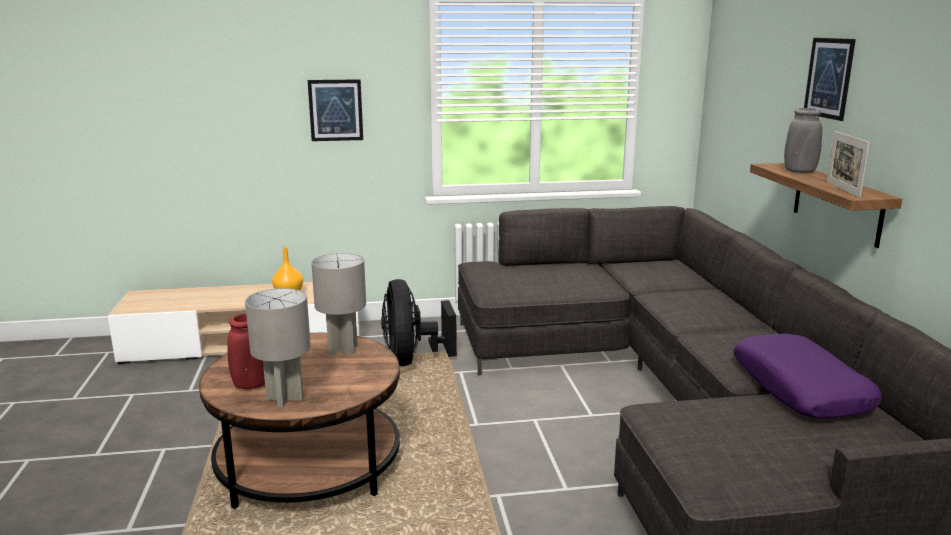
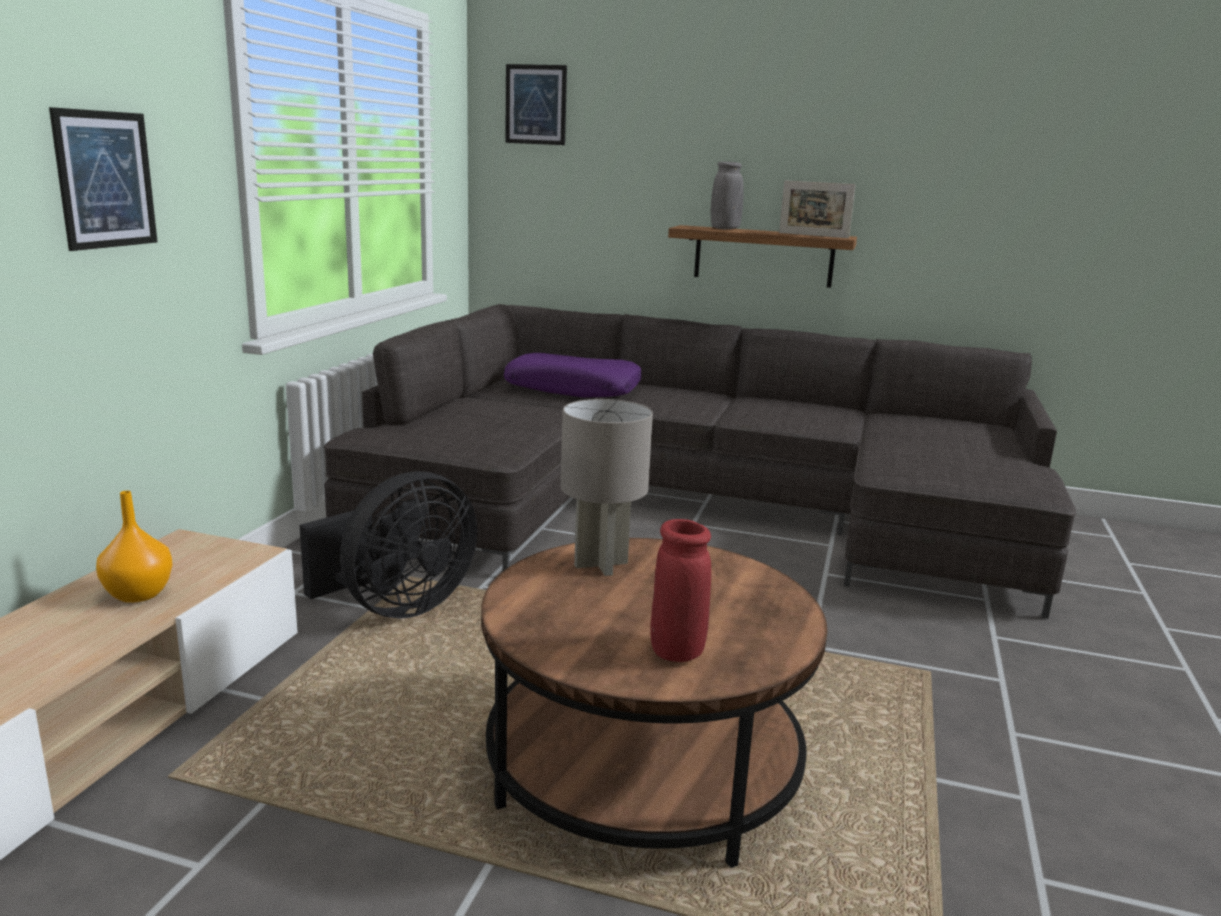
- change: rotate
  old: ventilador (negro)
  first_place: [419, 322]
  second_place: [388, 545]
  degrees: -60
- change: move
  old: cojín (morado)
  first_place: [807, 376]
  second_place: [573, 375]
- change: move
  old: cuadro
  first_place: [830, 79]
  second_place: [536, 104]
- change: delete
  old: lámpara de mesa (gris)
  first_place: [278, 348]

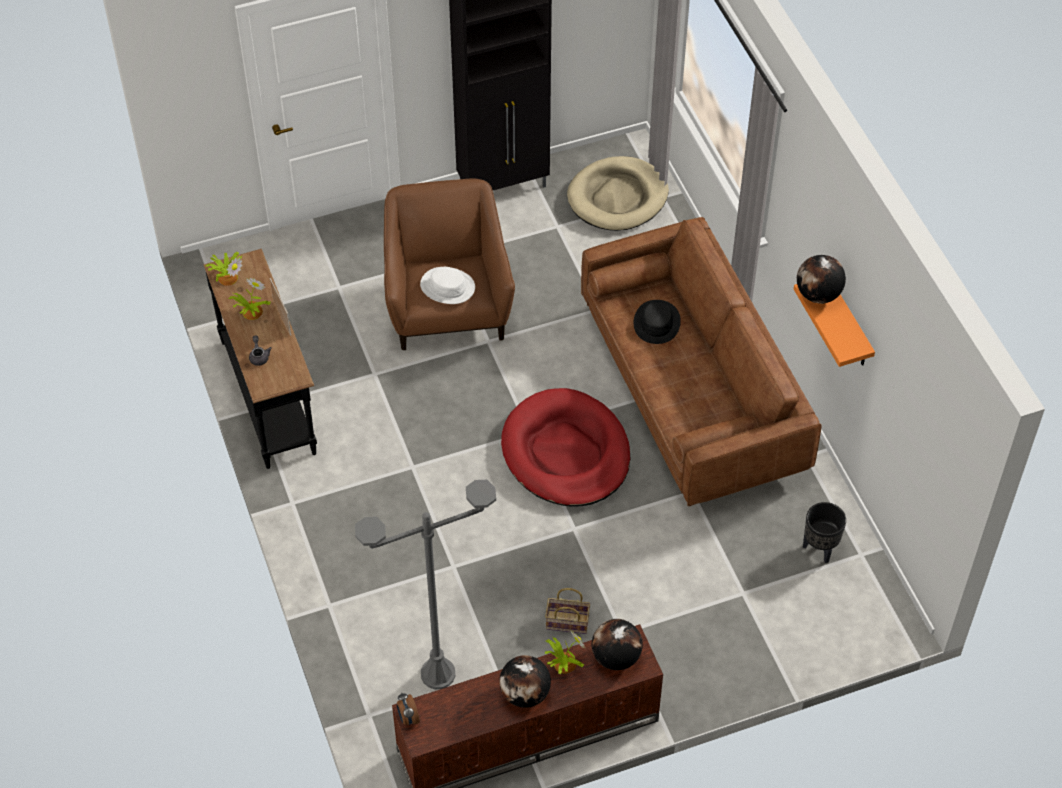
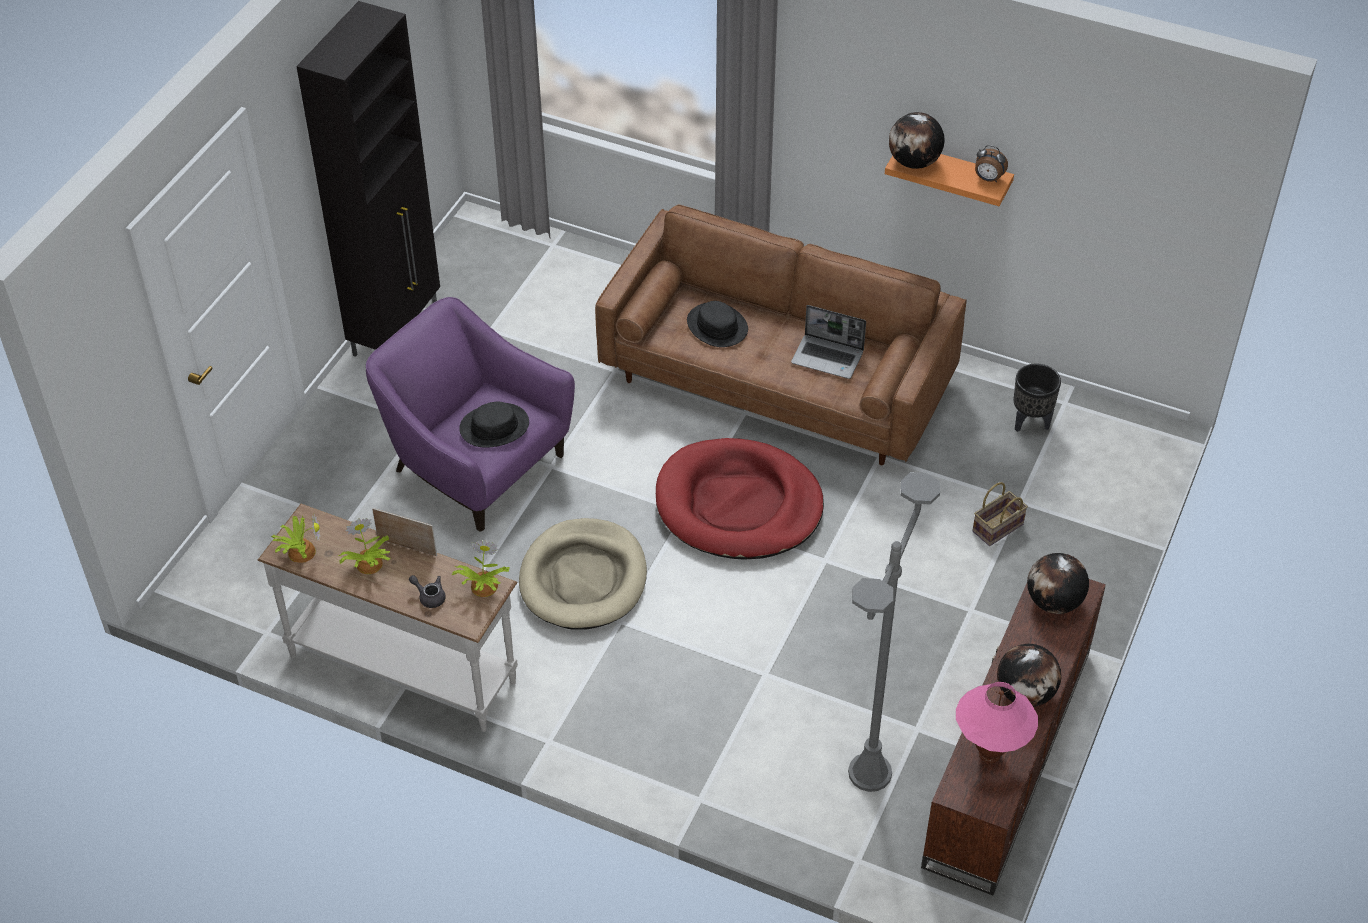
- change: recolor
  old: mesa consola (negro)
  new: mesa consola (blanco)
  first_place: [260, 359]
  second_place: [388, 618]
- change: recolor
  old: sillón (marrón)
  new: sillón (morado)
  first_place: [449, 264]
  second_place: [470, 414]
- change: move
  old: planta en maceta
  first_place: [565, 652]
  second_place: [480, 568]
- change: recolor
  old: sombrero (blanco)
  new: sombrero (negro)
  first_place: [447, 285]
  second_place: [494, 425]
- change: move
  old: cama para perro (beis)
  first_place: [618, 193]
  second_place: [583, 574]
- change: insert
  new: portátil
  second_place: [828, 342]
- change: insert
  new: lámpara de mesa (rosa)
  second_place: [997, 722]
- change: move
  old: cesta
  first_place: [567, 611]
  second_place: [1000, 514]
- change: move
  old: despertador
  first_place: [408, 709]
  second_place: [991, 163]

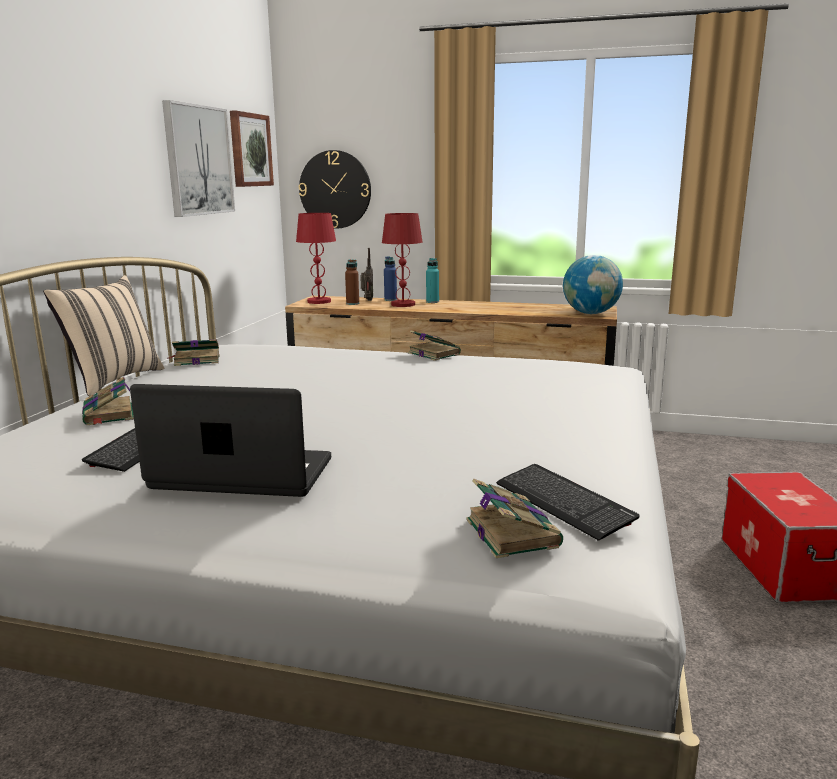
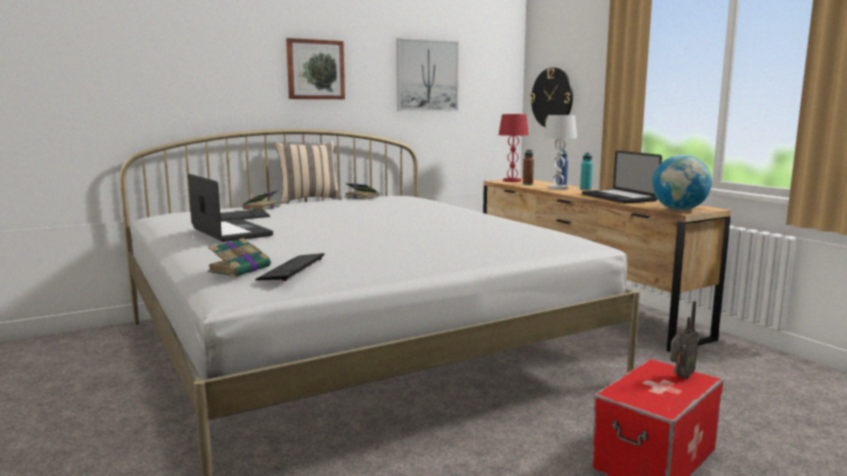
- change: move
  old: cuadro
  first_place: [252, 148]
  second_place: [315, 68]
- change: recolor
  old: lámpara de mesa (rojo)
  new: lámpara de mesa (blanco)
  first_place: [402, 260]
  second_place: [560, 152]
- change: insert
  new: portátil
  second_place: [622, 177]
- change: move
  old: radio
  first_place: [366, 274]
  second_place: [684, 340]
- change: delete
  old: libro
  first_place: [434, 345]

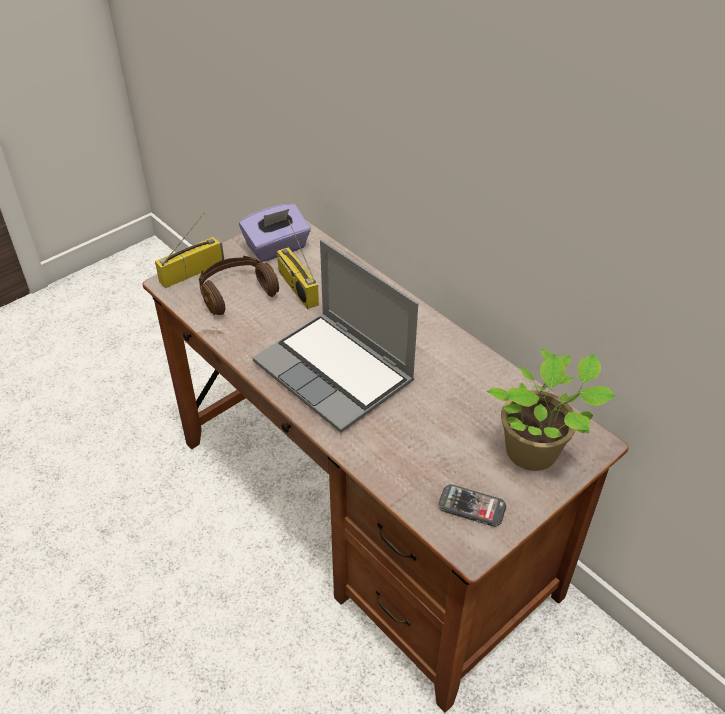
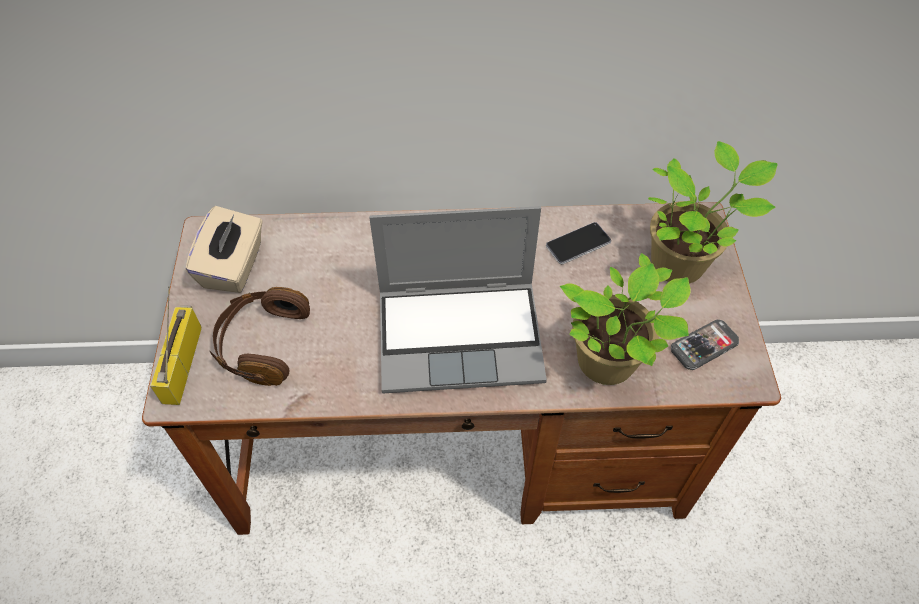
- change: recolor
  old: caja de pañuelos (morado)
  new: caja de pañuelos (beis)
  first_place: [275, 233]
  second_place: [224, 249]
- change: insert
  new: móvil
  second_place: [578, 243]
- change: insert
  new: planta en maceta
  second_place: [625, 319]
- change: delete
  old: radio
  first_place: [298, 264]

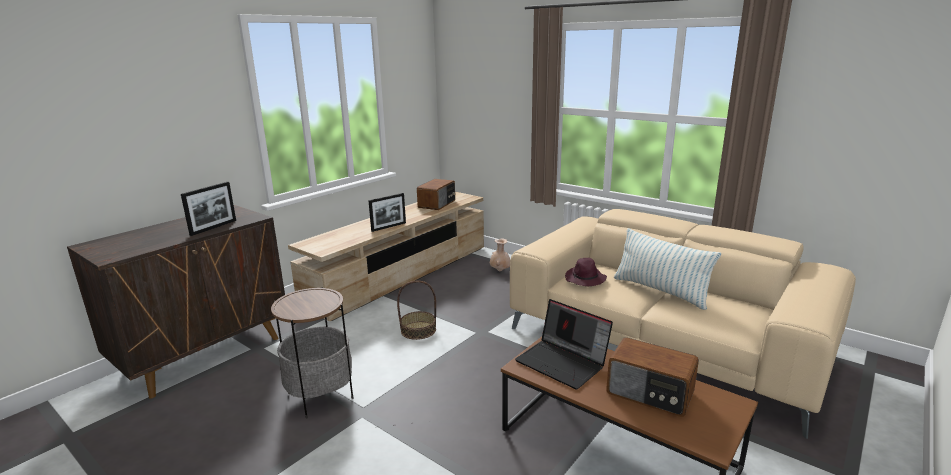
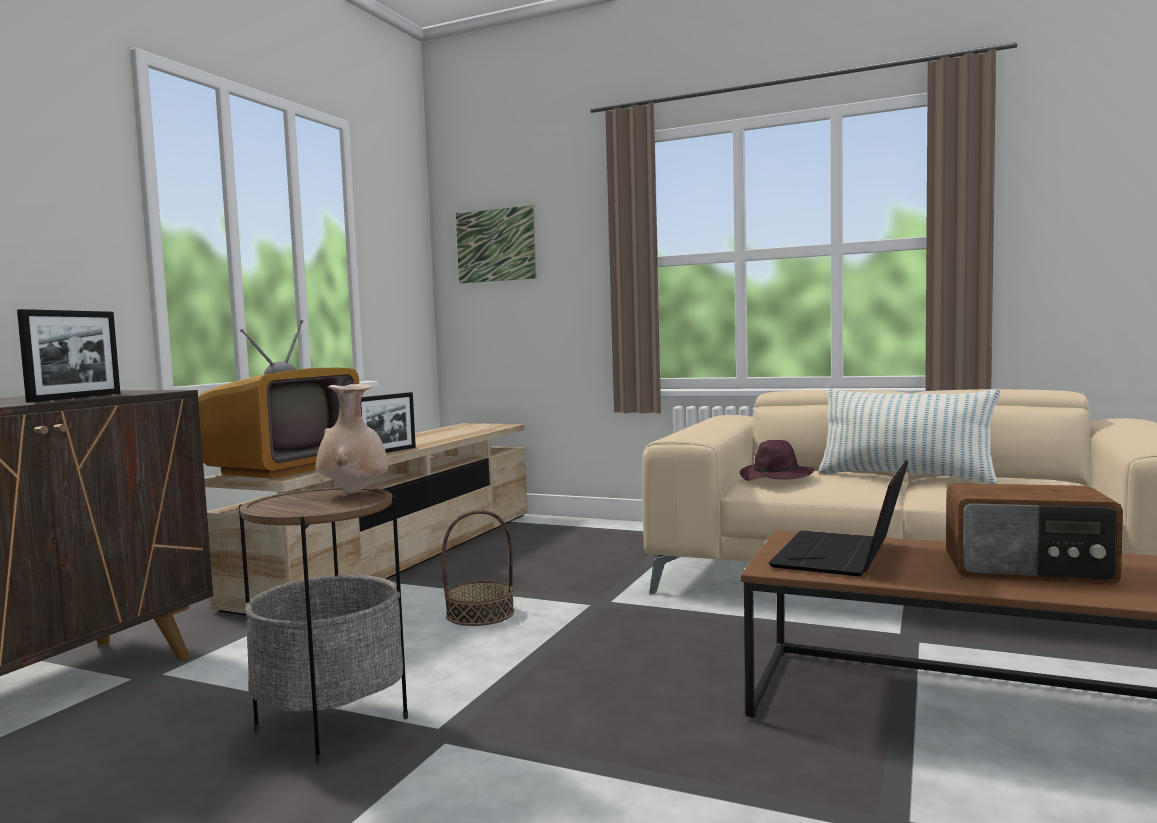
- change: insert
  new: televisor
  second_place: [279, 399]
- change: move
  old: florero (beis)
  first_place: [500, 254]
  second_place: [352, 439]
- change: insert
  new: cuadro
  second_place: [496, 244]
- change: rotate
  old: portátil
  first_place: [564, 344]
  second_place: [838, 518]
  degrees: 90
- change: delete
  old: radio
  first_place: [436, 194]

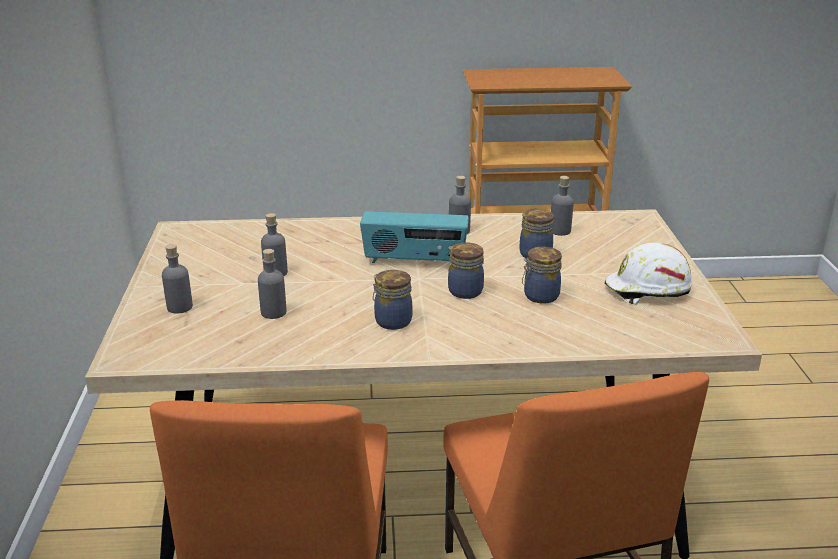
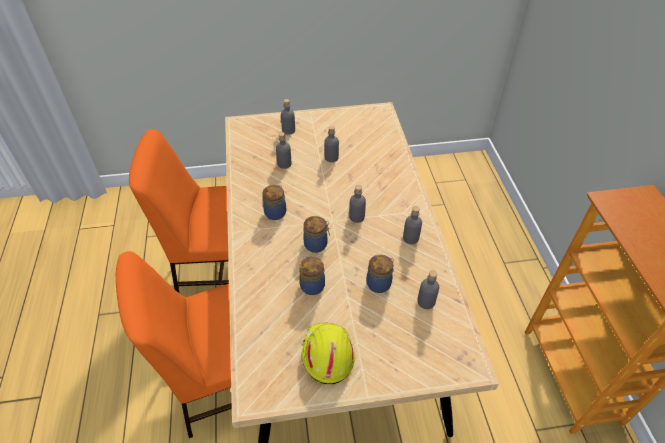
- change: recolor
  old: casco (blanco)
  new: casco (amarillo)
  first_place: [648, 273]
  second_place: [328, 353]
- change: replace
  old: radio
  new: botella (gris)
  first_place: [414, 237]
  second_place: [357, 204]

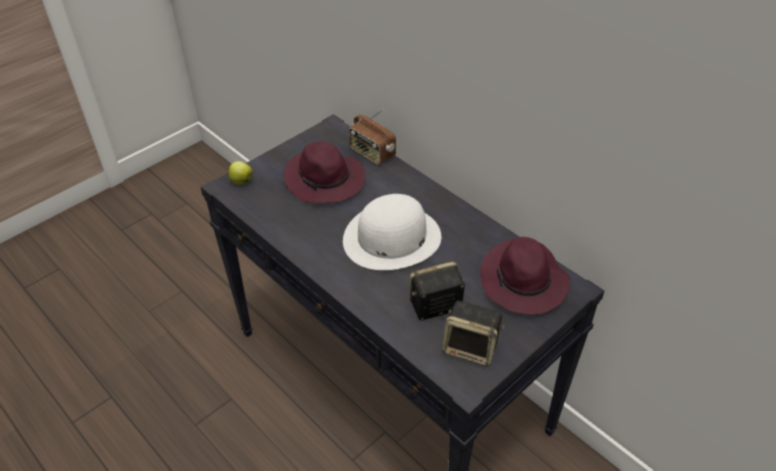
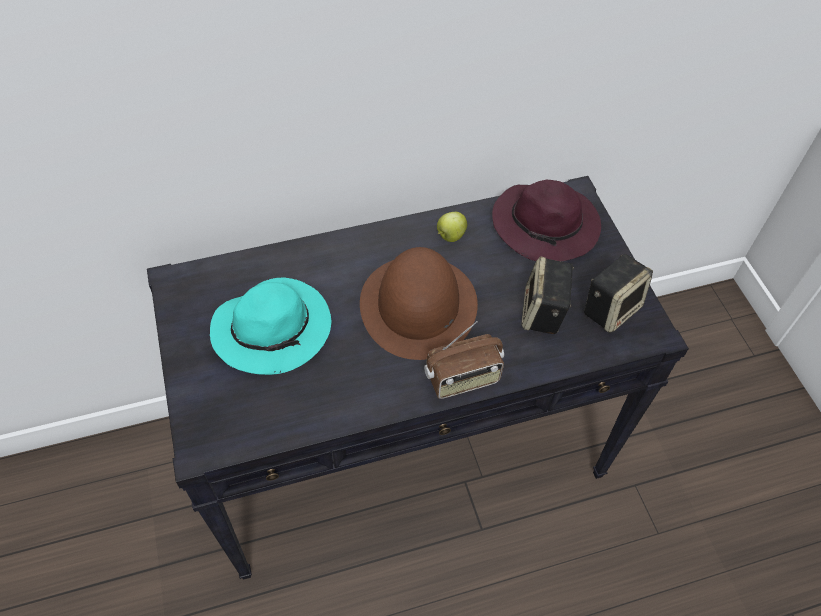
- change: recolor
  old: sombrero (morado)
  new: sombrero (turquesa)
  first_place: [324, 172]
  second_place: [271, 326]
- change: recolor
  old: sombrero (blanco)
  new: sombrero (marrón)
  first_place: [392, 232]
  second_place: [419, 303]
- change: move
  old: radio
  first_place: [372, 137]
  second_place: [464, 360]
- change: move
  old: manzana
  first_place: [241, 172]
  second_place: [452, 227]

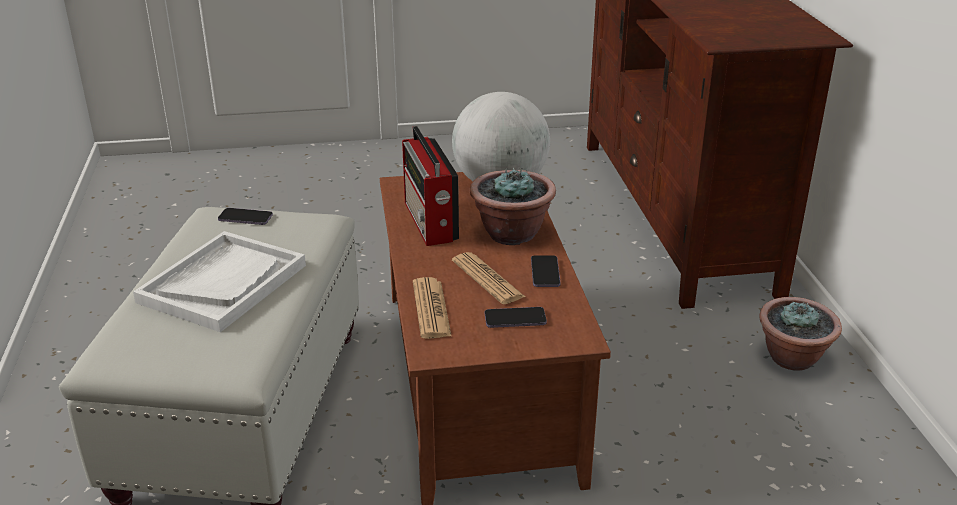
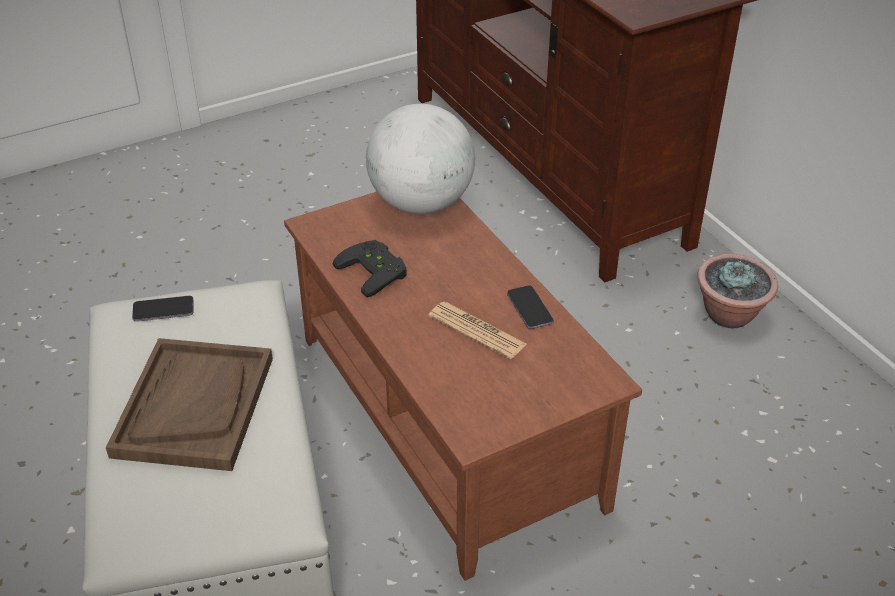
- change: recolor
  old: bandeja (blanco)
  new: bandeja (marrón)
  first_place: [219, 281]
  second_place: [189, 404]
- change: replace
  old: radio
  new: mando de consola (negro)
  first_place: [430, 186]
  second_place: [370, 268]
- change: delete
  old: periódico
  first_place: [432, 308]
- change: delete
  old: planta en maceta
  first_place: [513, 206]
- change: delete
  old: móvil
  first_place: [516, 317]

